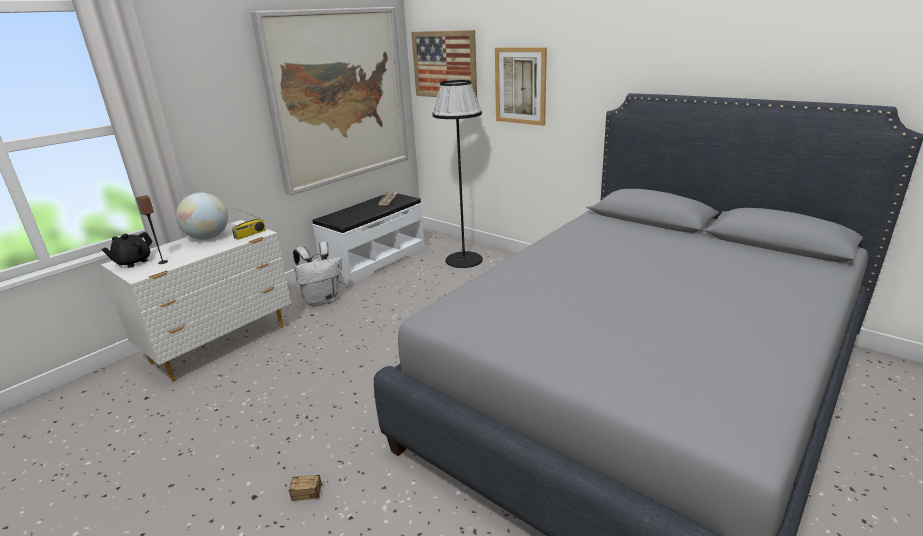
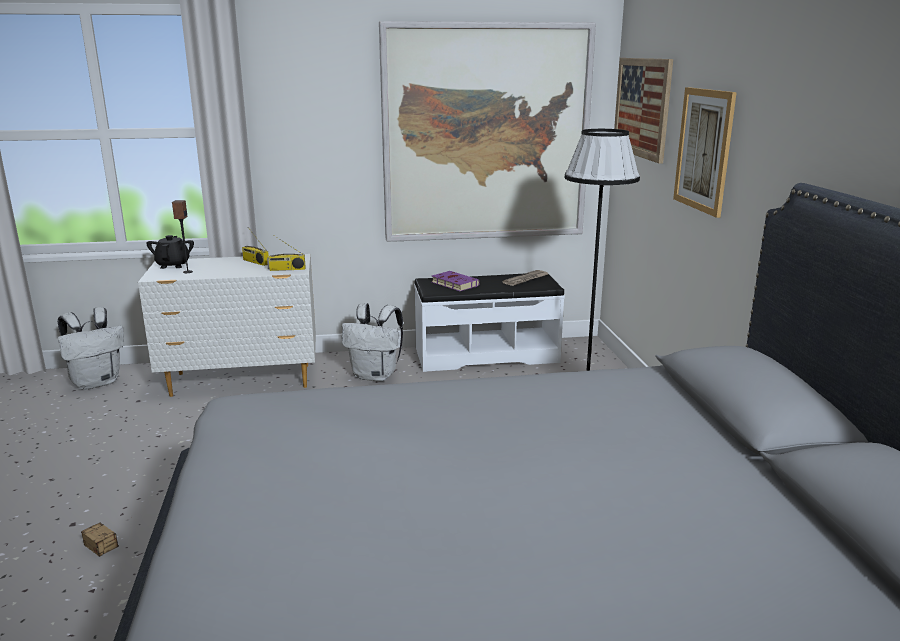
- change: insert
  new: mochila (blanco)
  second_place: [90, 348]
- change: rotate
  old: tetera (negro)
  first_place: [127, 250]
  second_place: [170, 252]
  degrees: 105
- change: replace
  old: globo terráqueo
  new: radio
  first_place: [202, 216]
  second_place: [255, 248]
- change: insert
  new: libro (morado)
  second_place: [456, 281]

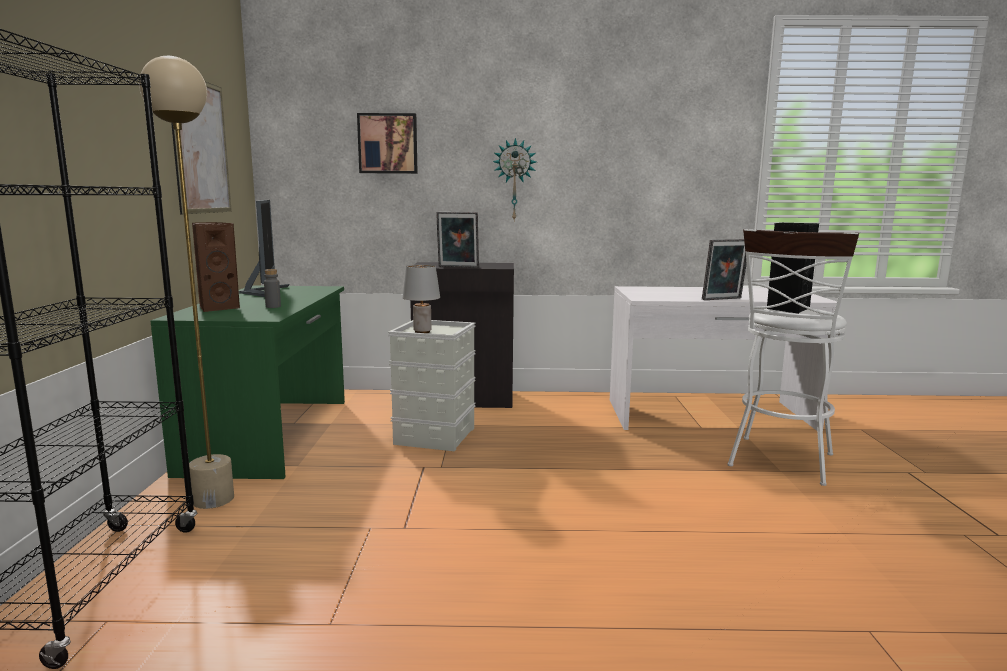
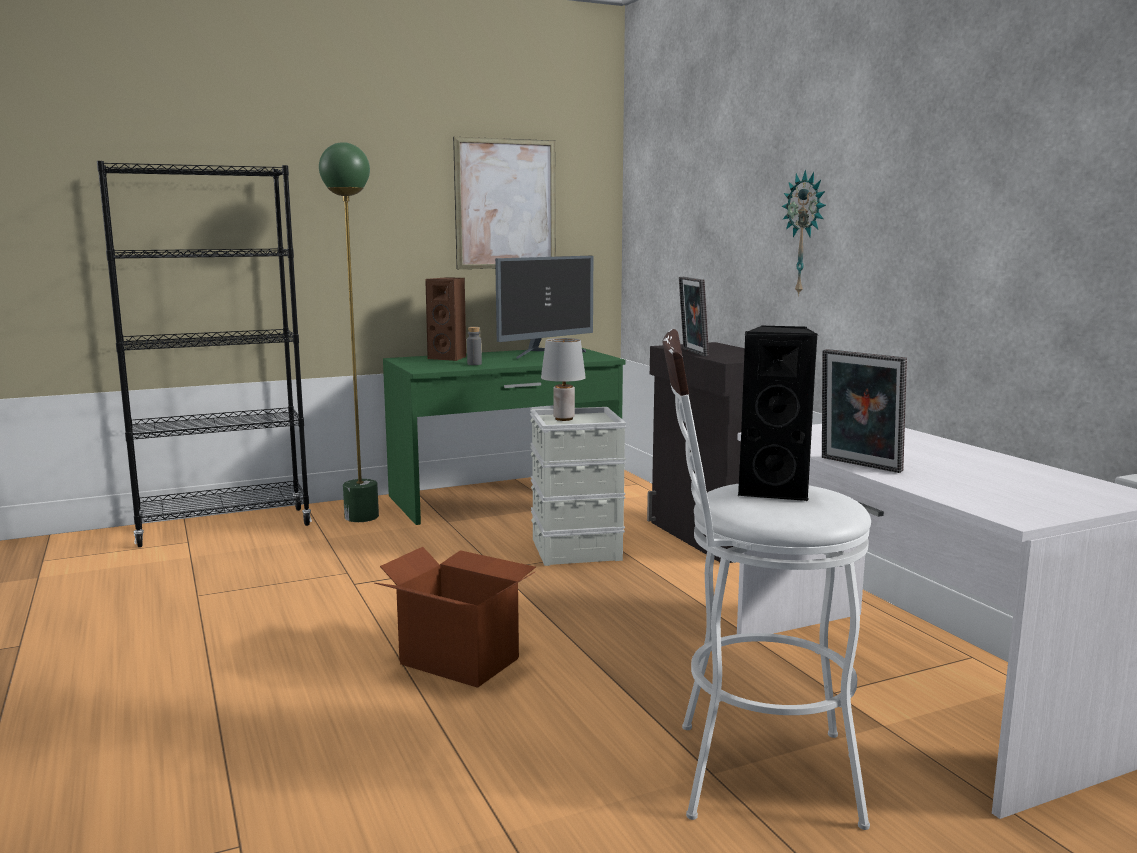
- change: recolor
  old: lámpara de pie (beis)
  new: lámpara de pie (verde)
  first_place: [186, 282]
  second_place: [349, 332]
- change: insert
  new: caja de cartón
  second_place: [455, 617]
- change: delete
  old: cuadro
  first_place: [387, 143]

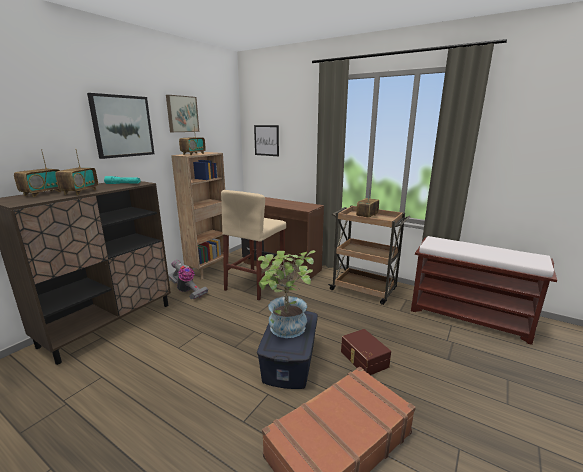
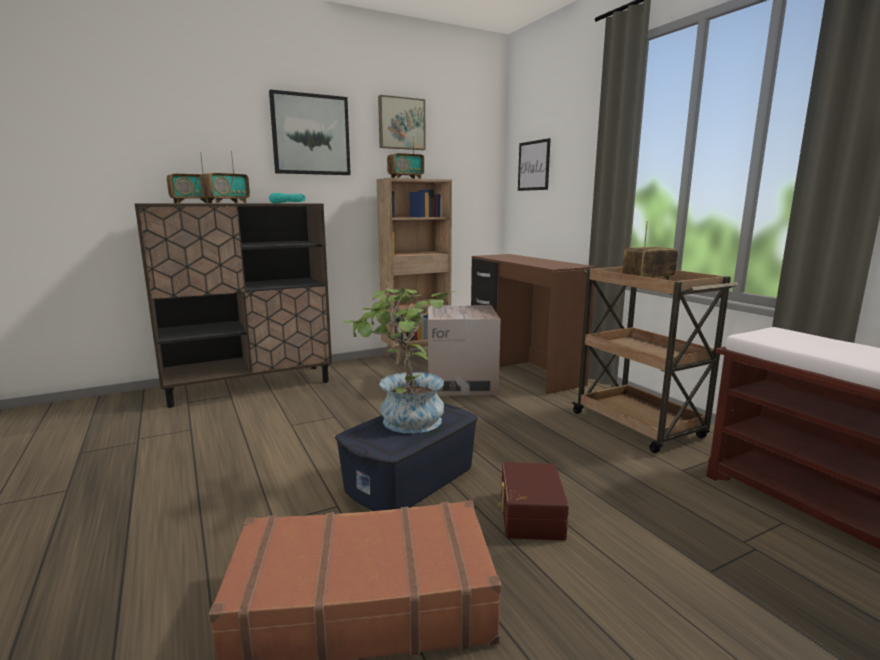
- change: replace
  old: taburete (beis)
  new: caja de cartón
  first_place: [253, 245]
  second_place: [464, 350]
- change: delete
  old: aspiradora
  first_place: [188, 280]

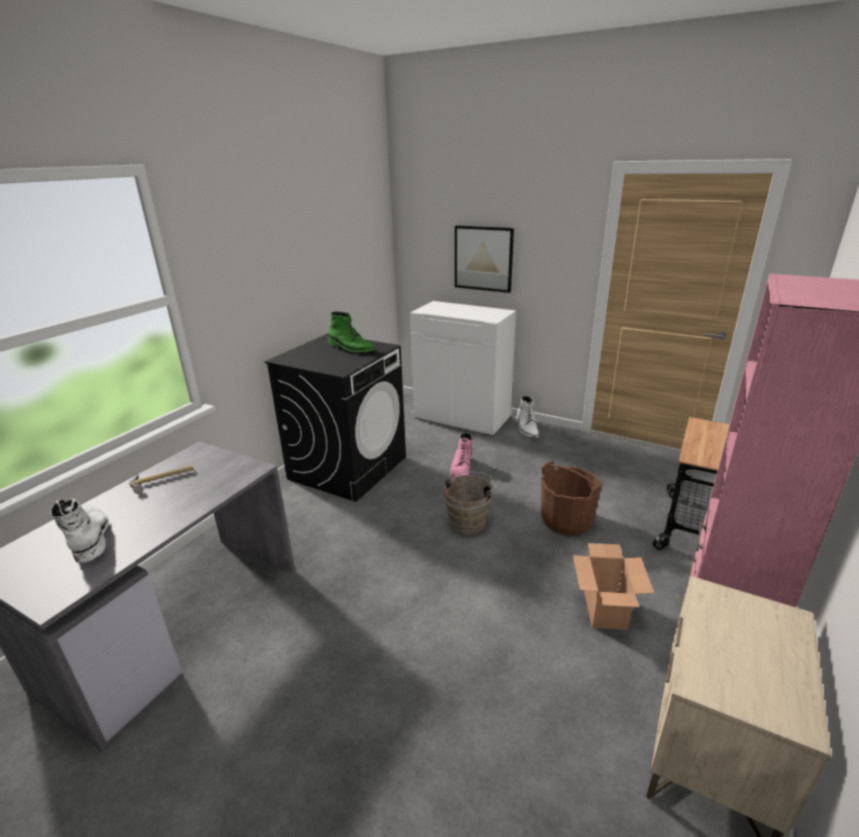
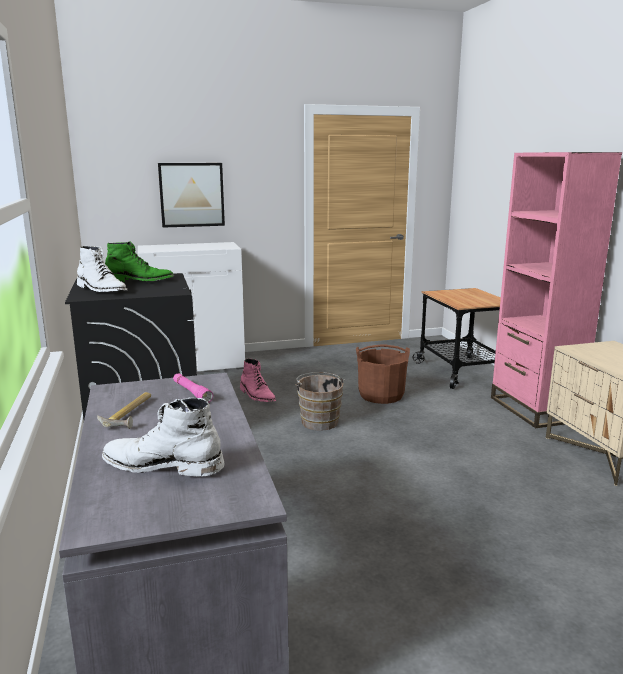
- change: move
  old: bota (blanco)
  first_place: [527, 417]
  second_place: [102, 269]
- change: insert
  new: linterna (rosa)
  second_place: [193, 388]
- change: delete
  old: caja de cartón
  first_place: [613, 586]

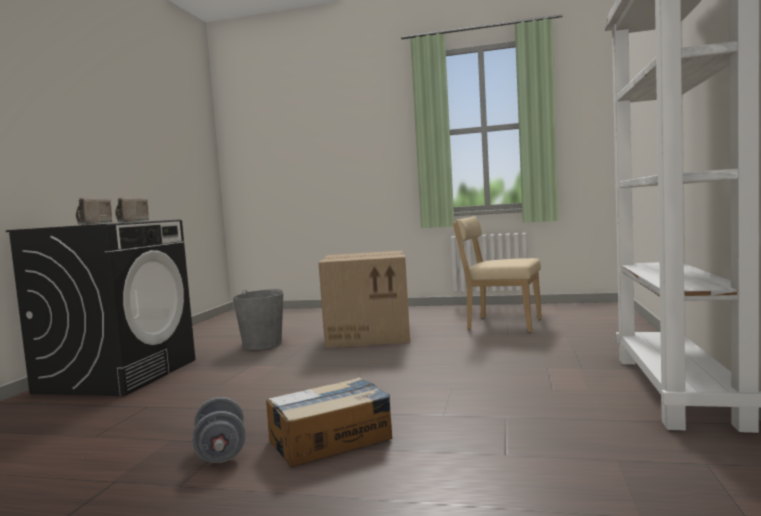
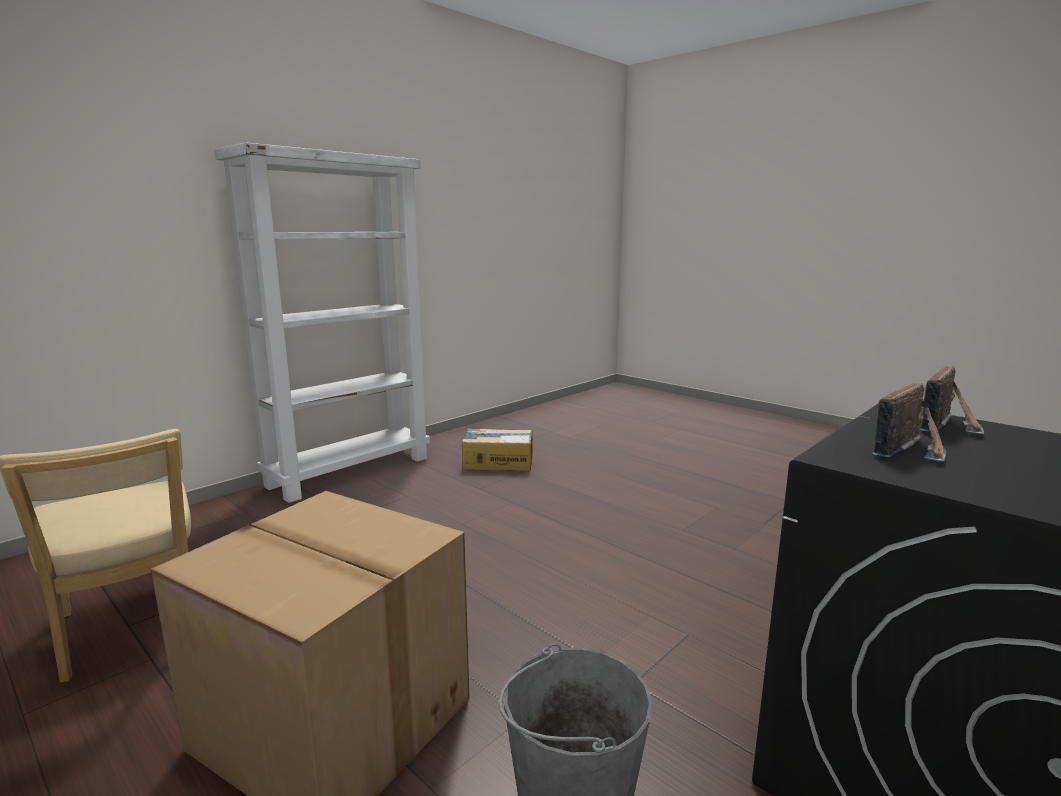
- change: move
  old: caja de cartón
  first_place: [329, 422]
  second_place: [497, 449]
- change: delete
  old: mancuerna (gris)
  first_place: [219, 430]

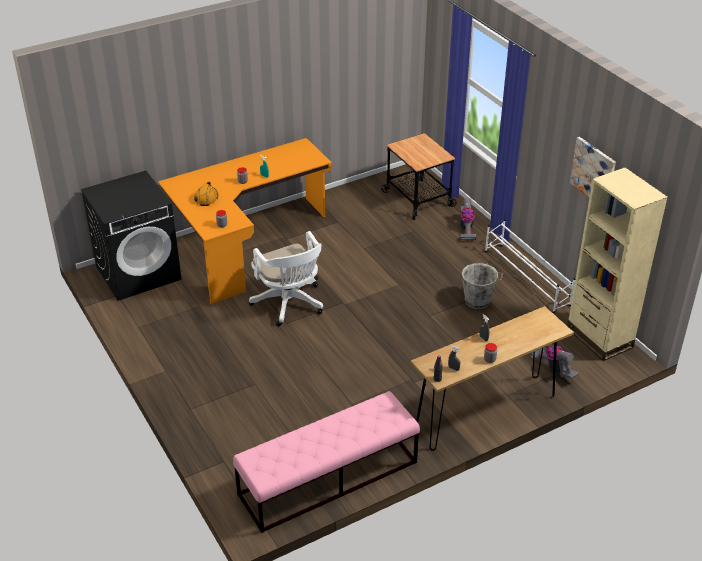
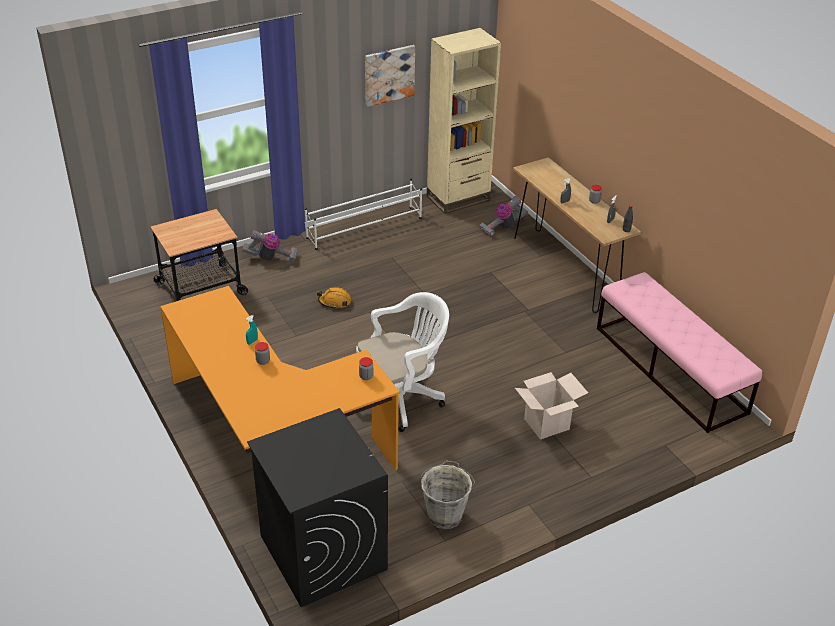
- change: move
  old: casco (naranja)
  first_place: [206, 194]
  second_place: [334, 297]
- change: move
  old: cubo (gris)
  first_place: [482, 286]
  second_place: [448, 494]
- change: insert
  new: caja de cartón
  second_place: [551, 406]

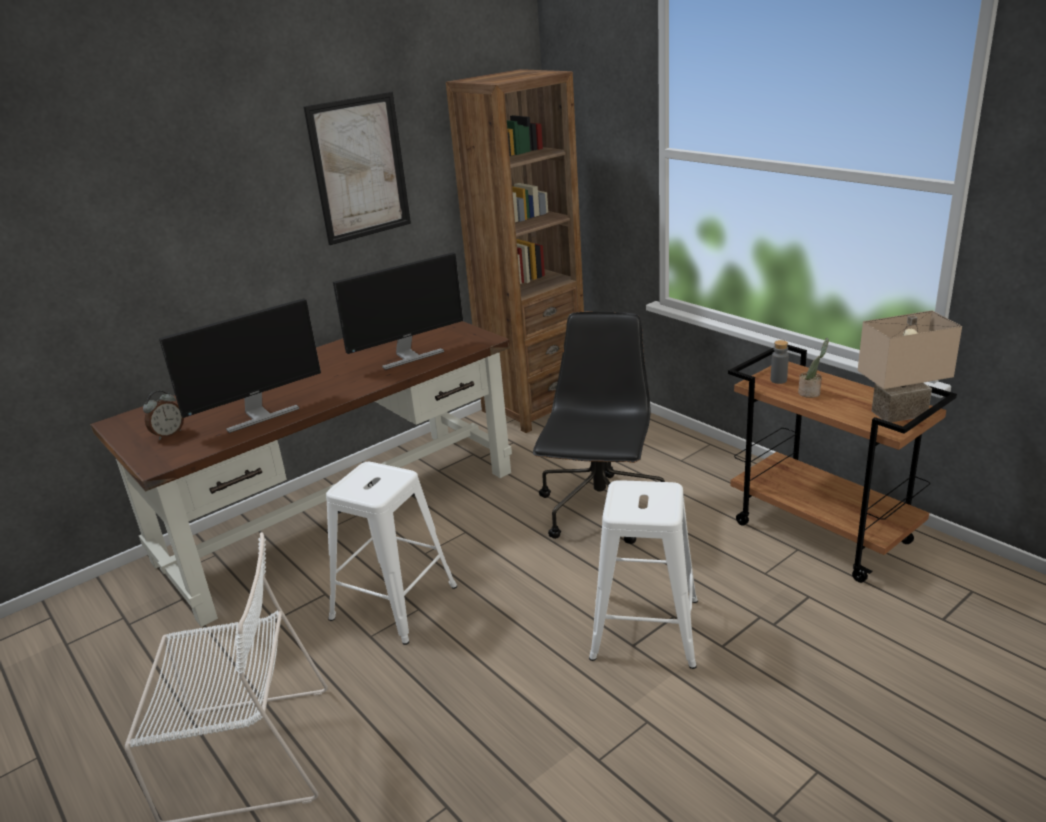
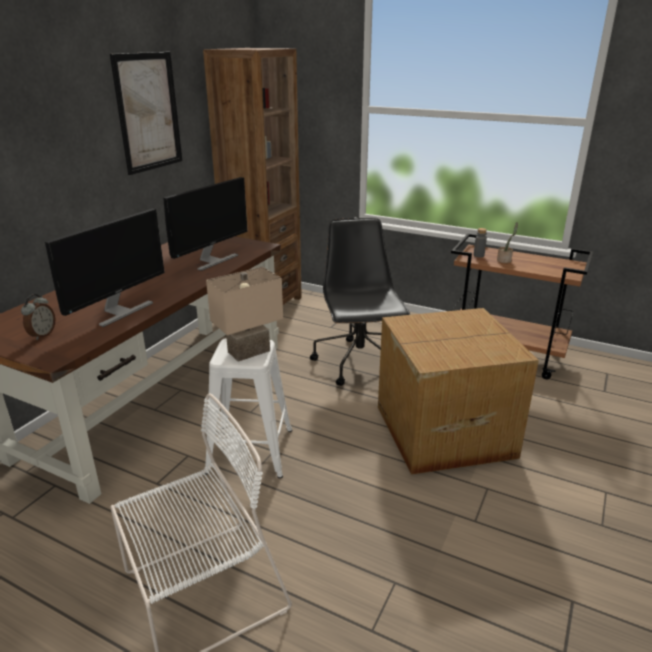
- change: move
  old: lámpara de mesa (beis)
  first_place: [910, 366]
  second_place: [244, 314]
- change: replace
  old: taburete (blanco)
  new: caja de cartón
  first_place: [643, 574]
  second_place: [458, 391]

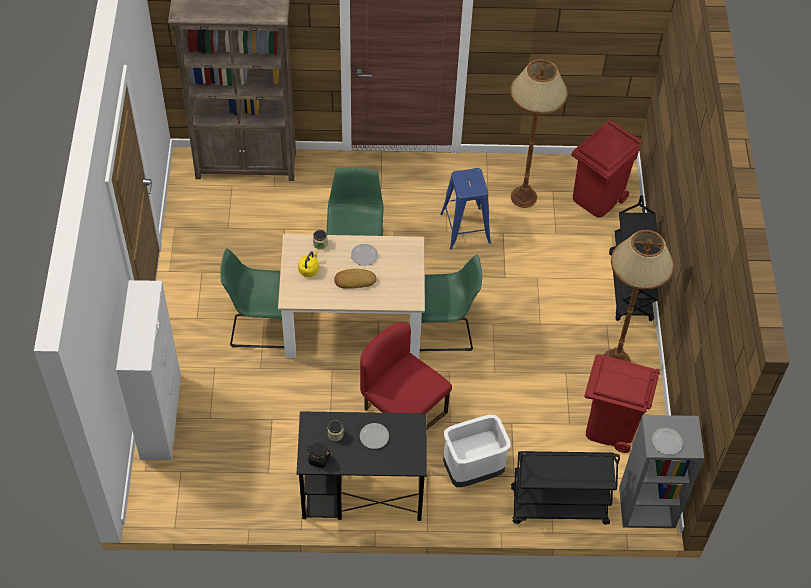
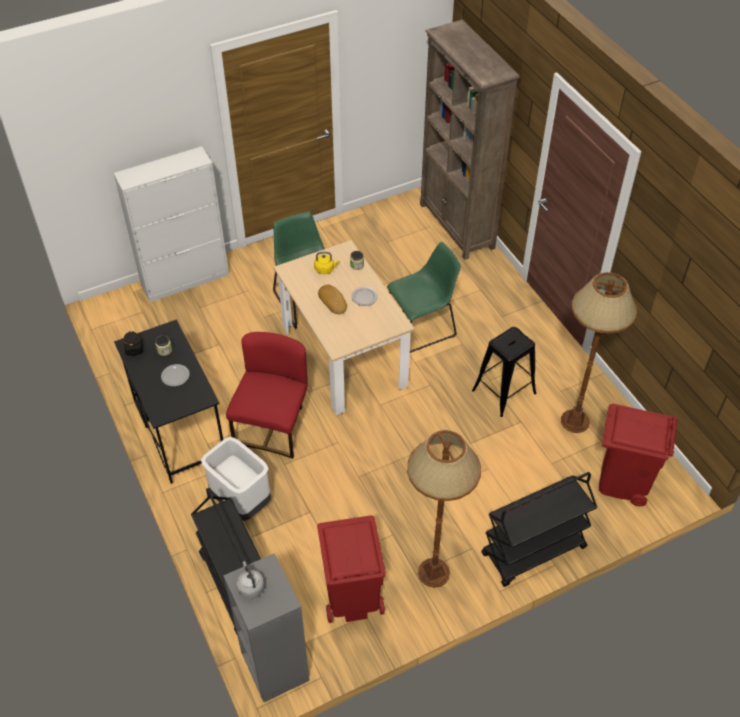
- change: replace
  old: plato
  new: hervidor (gris)
  first_place: [667, 441]
  second_place: [251, 580]
- change: recolor
  old: taburete (azul)
  new: taburete (negro)
  first_place: [465, 209]
  second_place: [504, 372]
- change: delete
  old: silla (verde)
  first_place: [451, 303]

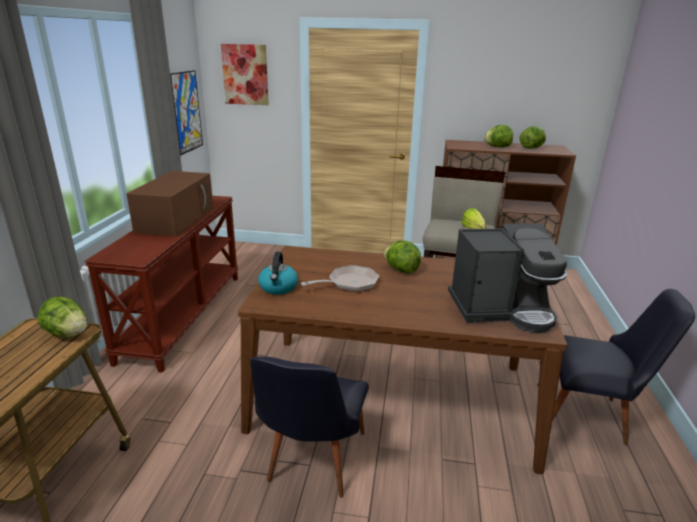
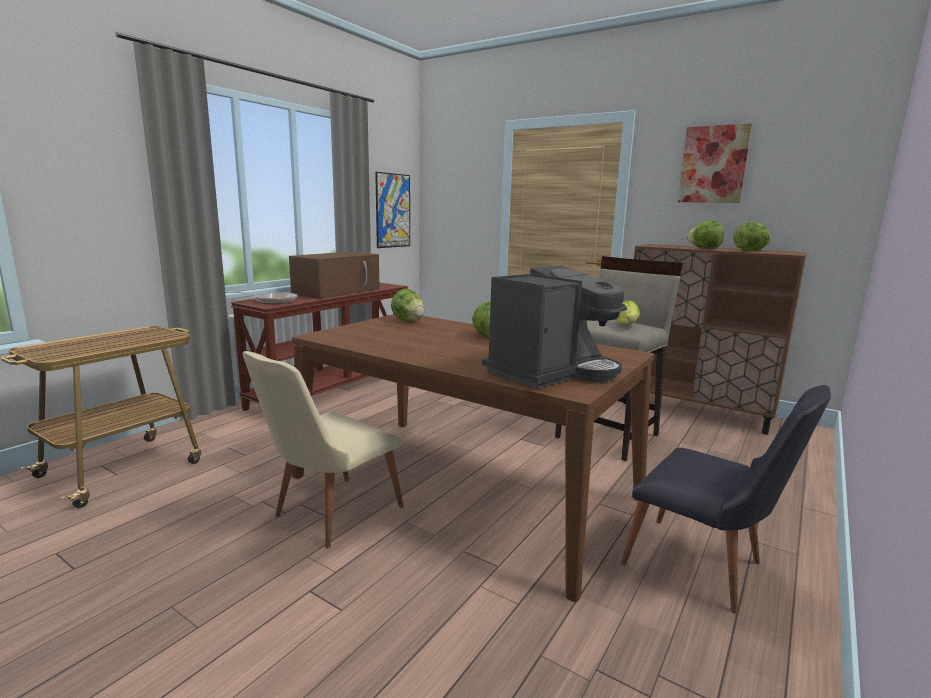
- change: move
  old: sartén
  first_place: [340, 278]
  second_place: [262, 297]
- change: recolor
  old: silla (negro)
  new: silla (beis)
  first_place: [309, 427]
  second_place: [322, 449]
- change: move
  old: lechuga
  first_place: [62, 317]
  second_place: [408, 305]
- change: rotate
  old: cafetera
  first_place: [507, 278]
  second_place: [554, 327]
  degrees: -60
- change: move
  old: cuadro
  first_place: [245, 74]
  second_place: [715, 163]
- change: delete
  old: hervidor
  first_place: [278, 273]

